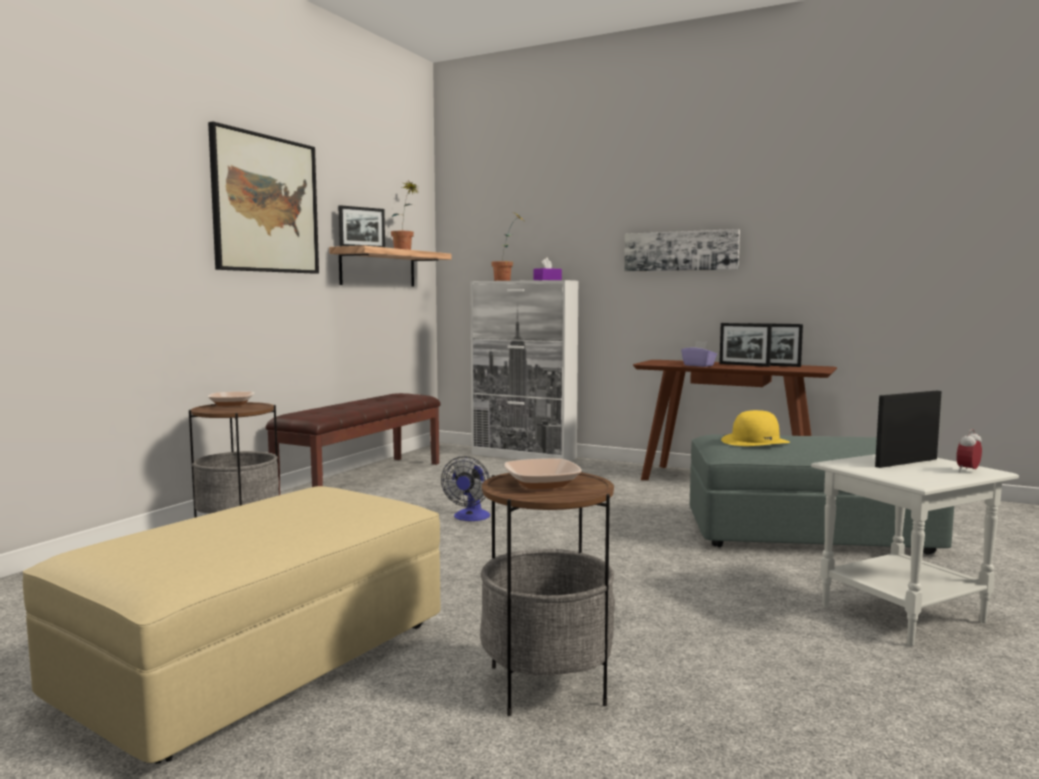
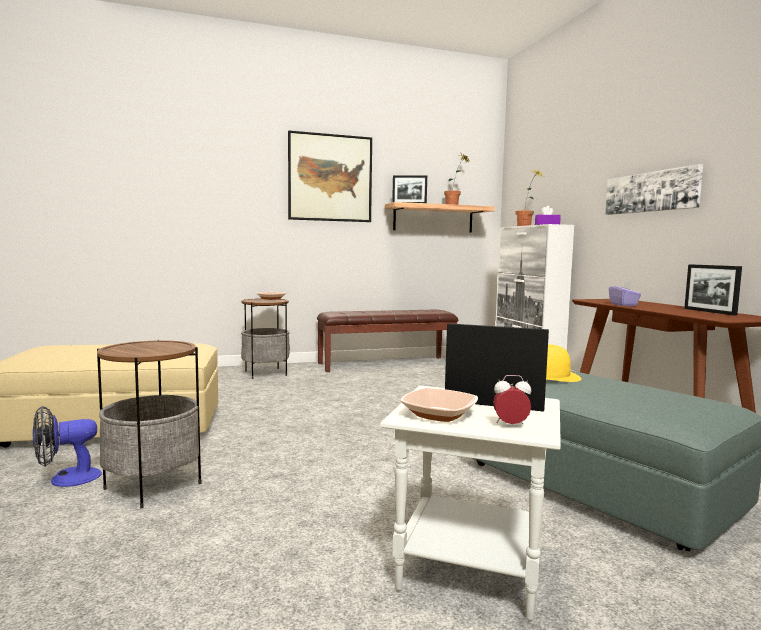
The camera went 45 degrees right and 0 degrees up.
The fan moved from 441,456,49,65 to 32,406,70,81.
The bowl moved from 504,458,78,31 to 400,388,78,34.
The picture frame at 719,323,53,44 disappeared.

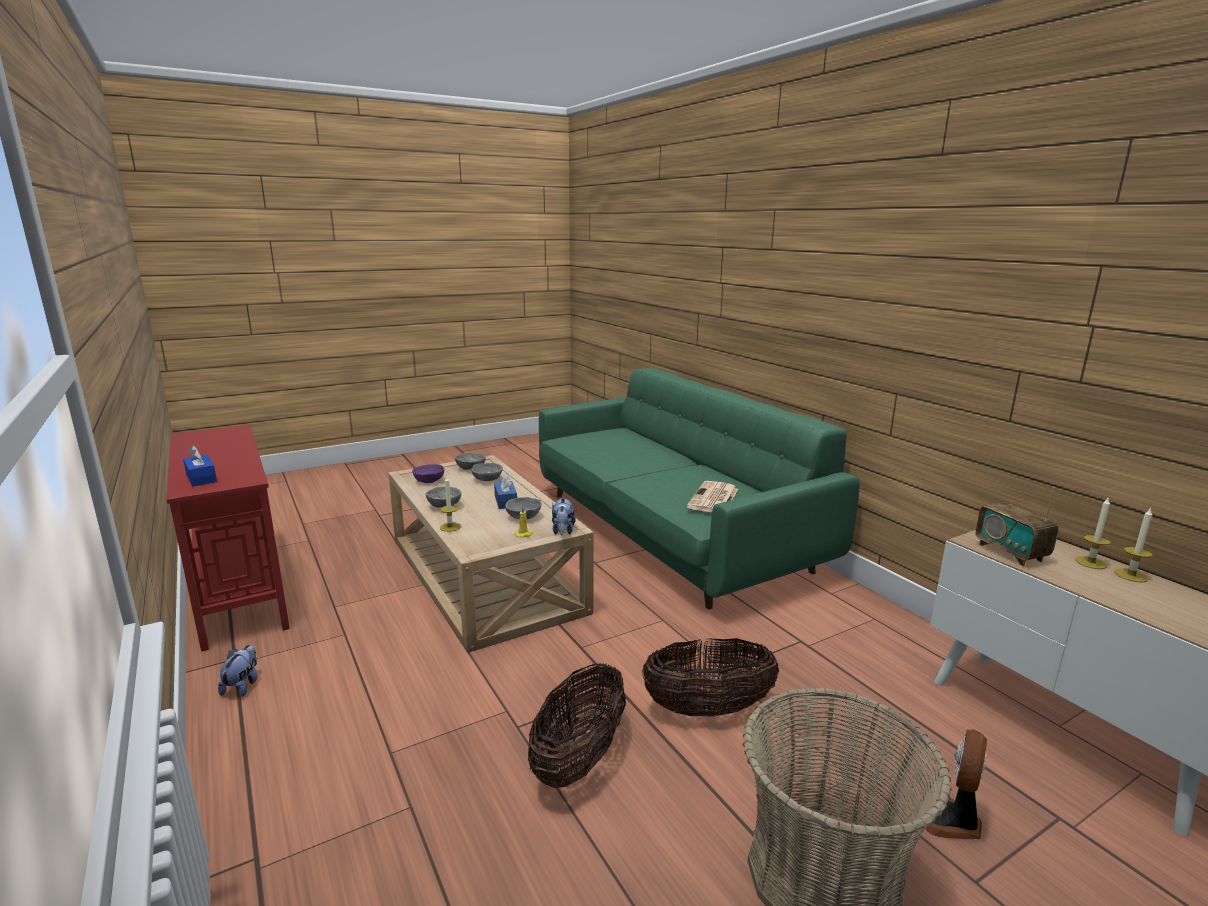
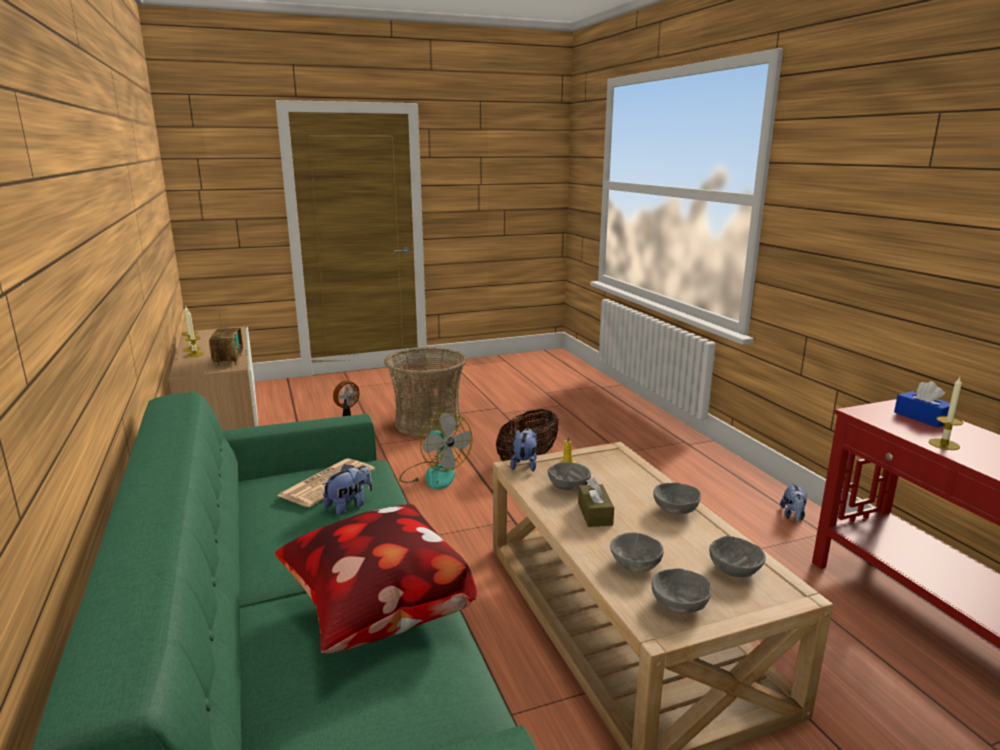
The camera went 170 degrees left and 0 degrees up.
The bowl/purple at 412,464,32,19 became the bowl/grey at 709,536,57,41.
The candle moved from 440,476,21,56 to 929,377,34,73.
The tissue box/blue at 494,474,23,35 became the tissue box/brown at 578,477,36,50.
The basket at 642,638,137,79 was replaced by the fan at 399,411,74,79.
The pillow at 275,504,202,149 appeared.
The plush toy at 322,464,51,52 appeared.

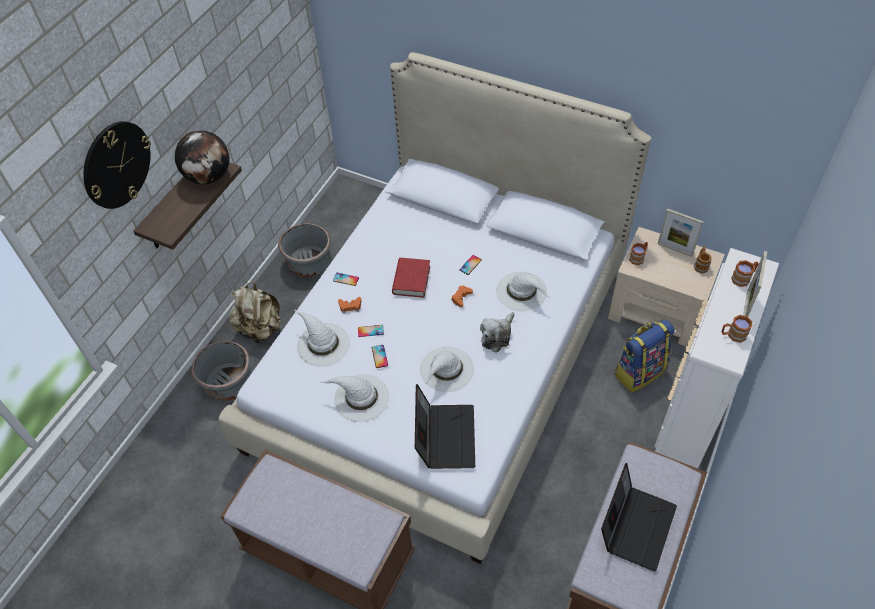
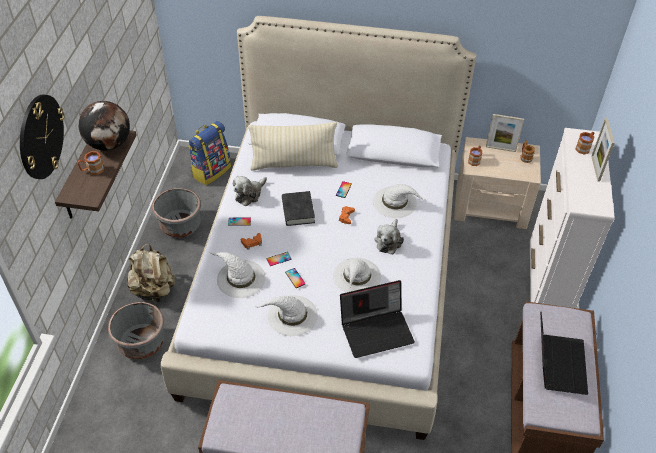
The camera went 20 degrees left and 5 degrees down.
The book/red at 392,258,38,40 became the book/black at 282,191,33,35.
The laptop at 415,384,60,85 turned 90 degrees clockwise.
The backpack moved from 615,319,59,74 to 188,121,43,64.
The mug/brown moved from 722,315,30,28 to 78,151,26,24.
The plush toy at 233,176,34,30 appeared.
The pillow/beige at 248,122,90,48 appeared.

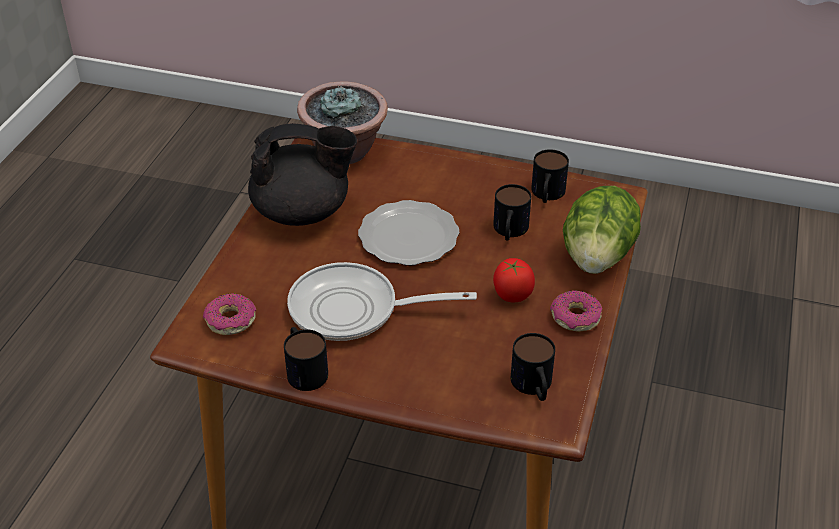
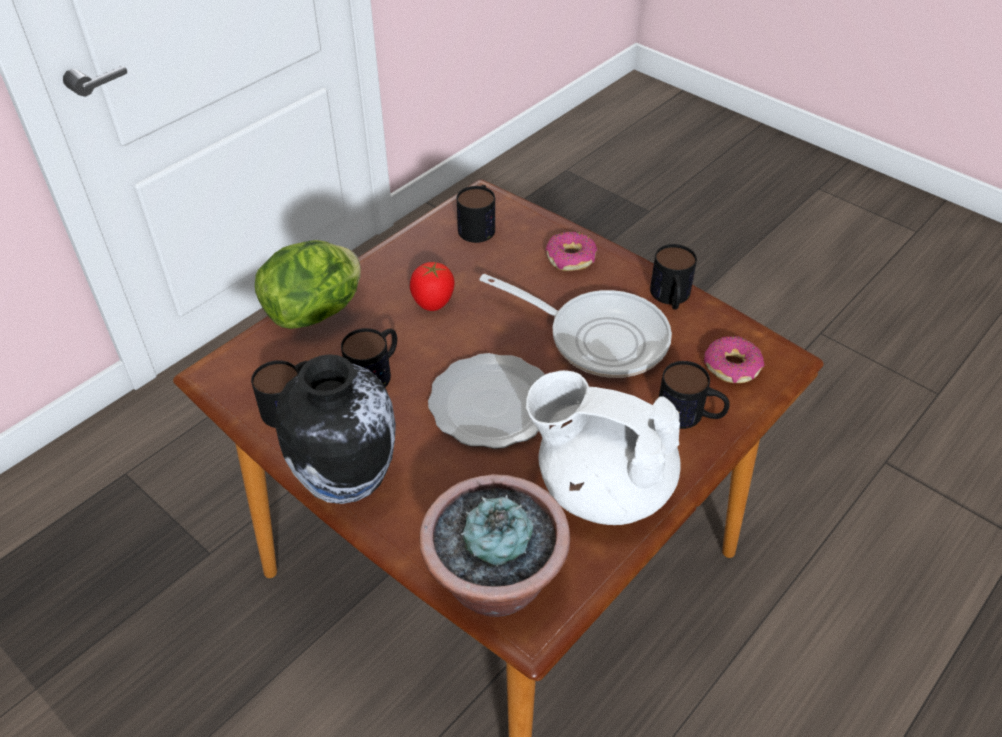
The camera went 155 degrees left and 5 degrees up.
The teapot/black at 248,123,109,103 became the teapot/white at 526,370,155,155.
The donut moved from 550,290,52,42 to 546,231,51,40.
The vase at 274,354,122,150 appeared.
The mug at 659,361,71,68 appeared.

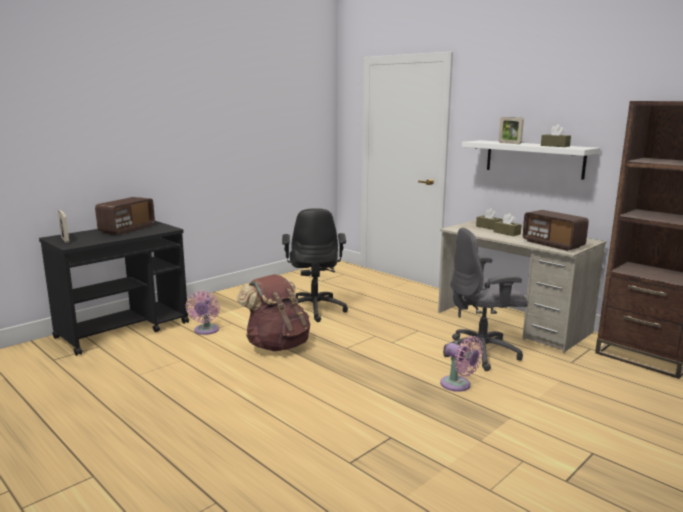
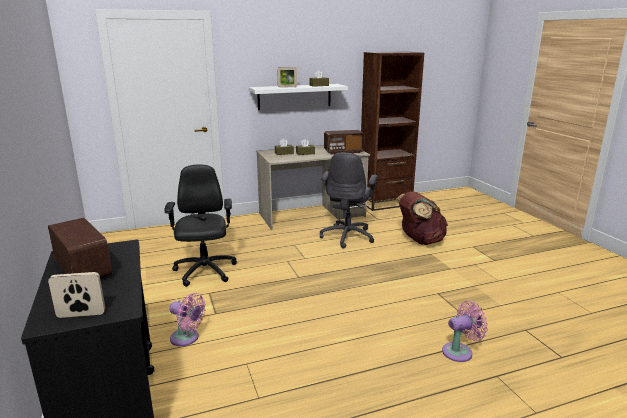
The camera went 65 degrees left and 5 degrees up.
The backpack/brown moved from 237,274,73,77 to 396,191,52,54.
The office chair/black at 282,208,66,114 turned 120 degrees counterclockwise.
The fan/pink moved from 440,336,43,56 to 442,301,46,61.

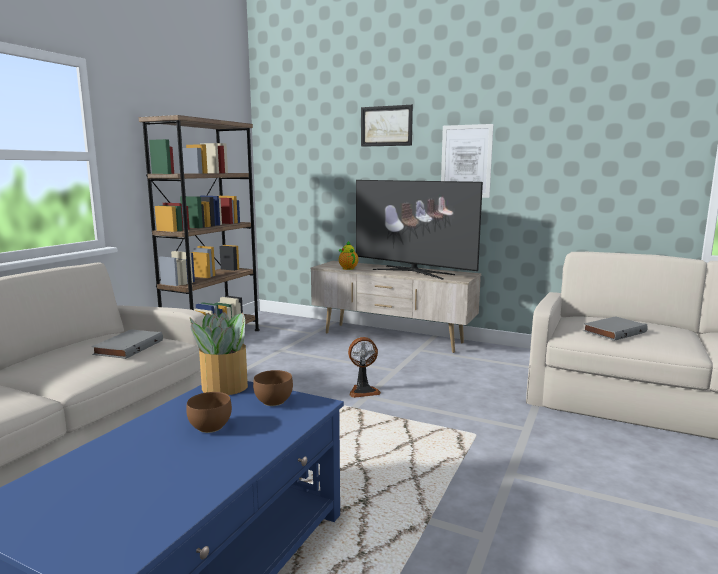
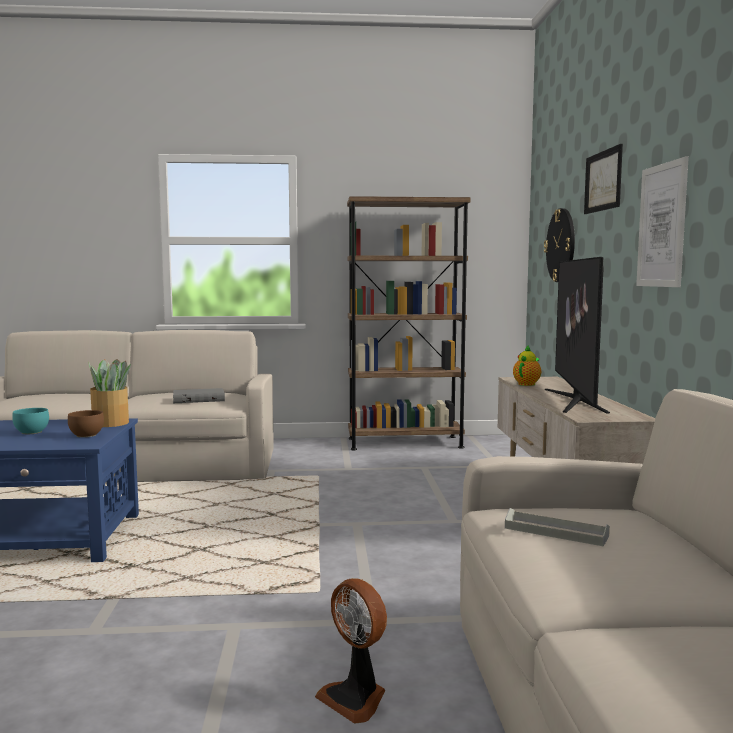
The camera went 60 degrees right and 5 degrees down.
The bowl/brown at 186,392,46,41 became the bowl/turquoise at 12,408,37,26.
The fan moved from 348,337,33,61 to 315,578,72,146.
The book/grey at 583,316,65,25 was replaced by the tray/grey at 505,508,105,39.
The wall clock at 544,208,31,74 appeared.

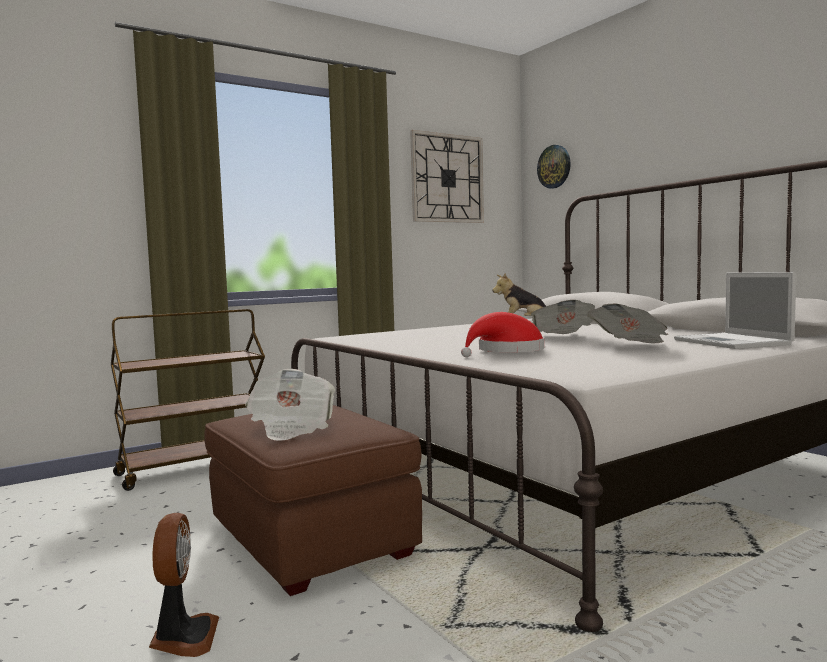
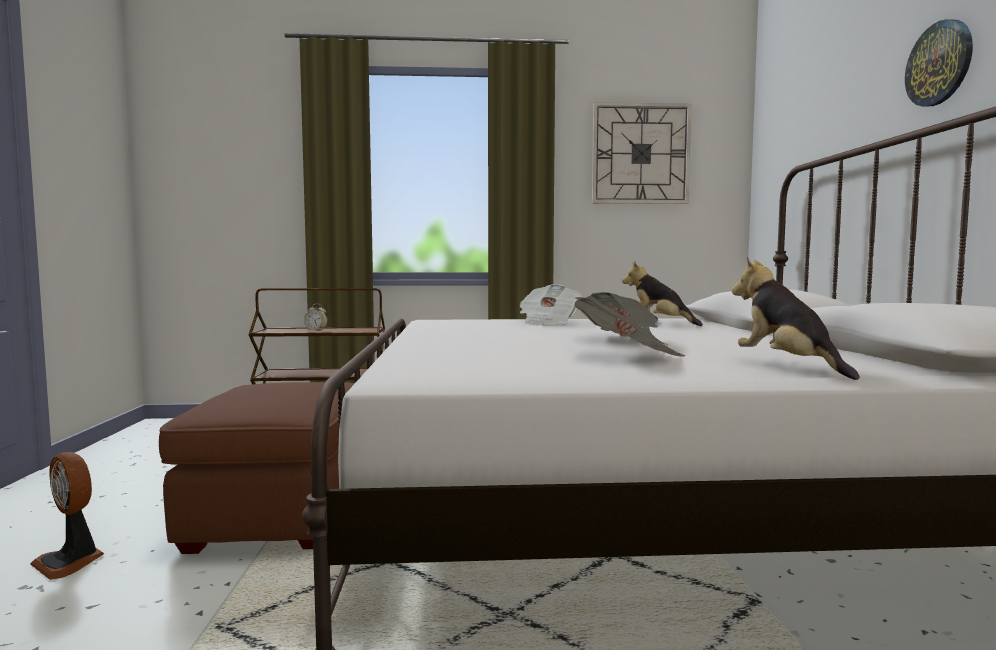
The camera went 30 degrees right and 0 degrees up.
The fan at 149,513,70,144 turned 105 degrees clockwise.
The newspaper moved from 245,369,90,72 to 519,284,64,42.
The hat/red at 461,312,83,45 disappeared.
The wall clock moved from 537,145,34,44 to 905,19,68,88.
The laptop at 674,272,122,77 was replaced by the plush toy at 732,256,128,124.
The alarm clock at 304,304,24,27 appeared.

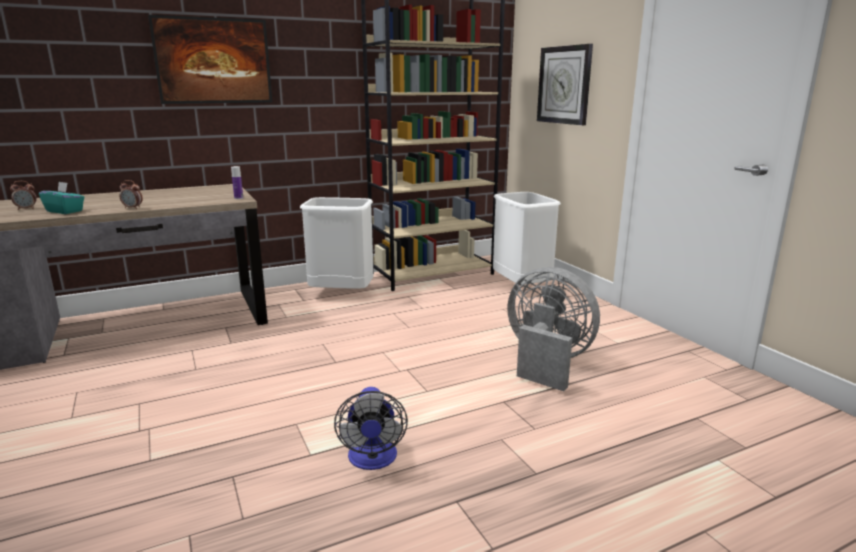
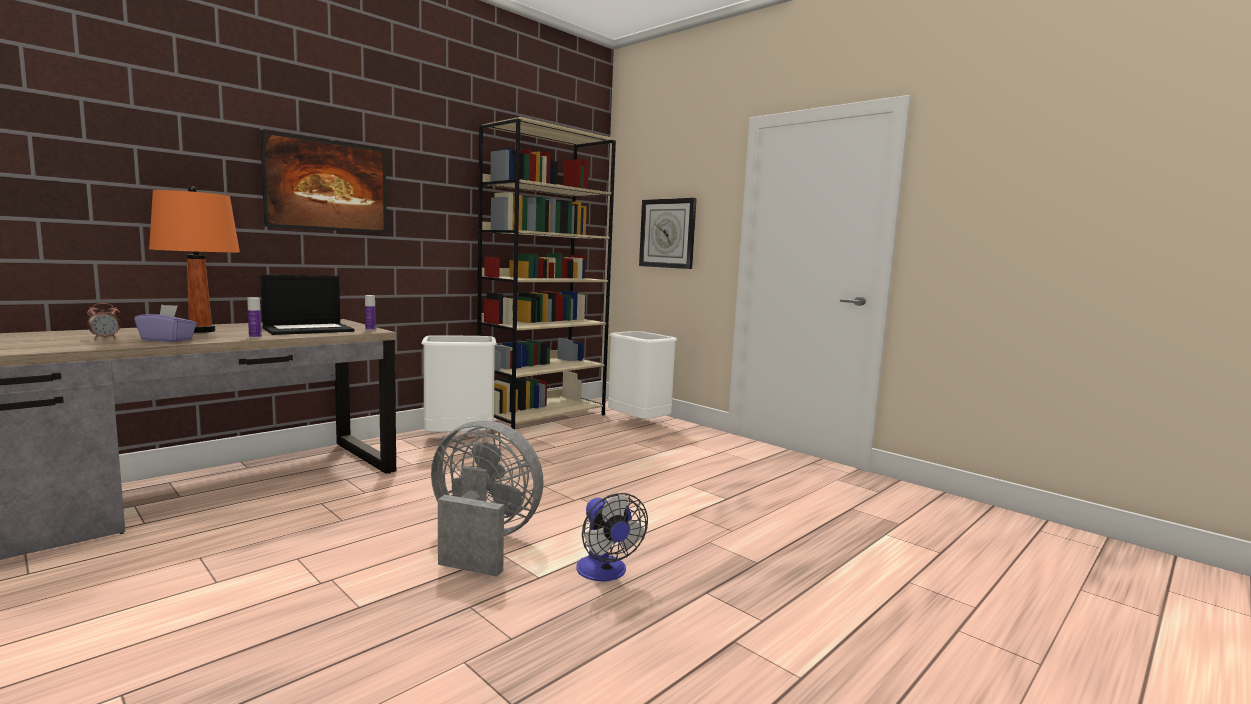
The camera went 20 degrees left and 10 degrees down.
The tissue box/turquoise at 39,182,46,32 became the tissue box/purple at 134,304,63,38.
The alarm clock at 119,180,24,29 was replaced by the bottle at 247,297,15,41.
The fan/grey moved from 507,267,93,124 to 431,421,113,156.
The table lamp/orange at 149,186,91,147 appeared.
The laptop at 260,275,94,60 appeared.

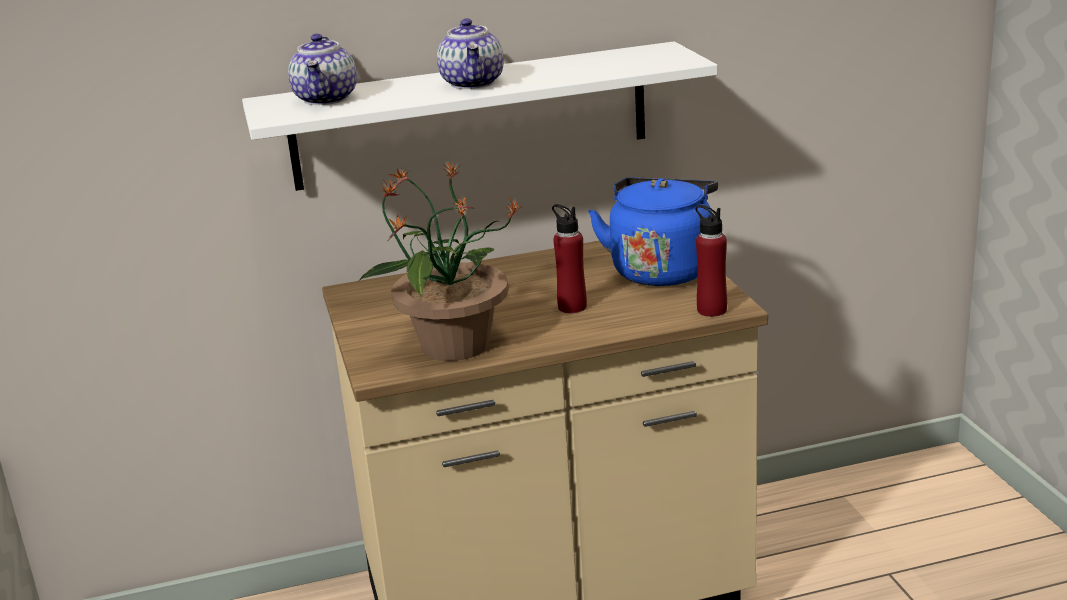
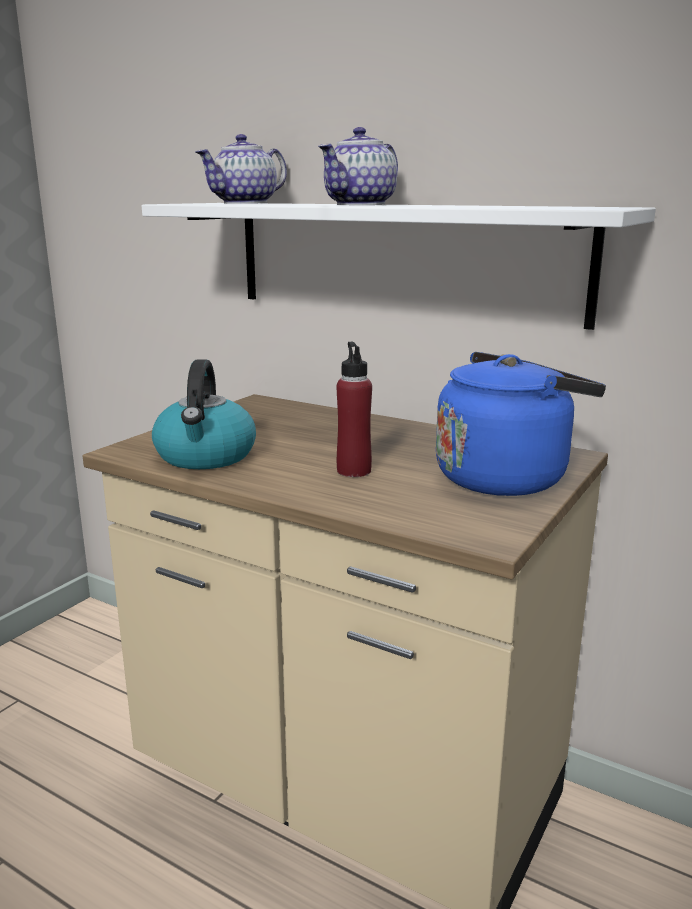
The camera went 45 degrees right and 5 degrees down.
The potted plant at 359,162,164,199 was replaced by the kettle at 152,359,104,110.
The bottle/red at 695,205,32,112 disappeared.

